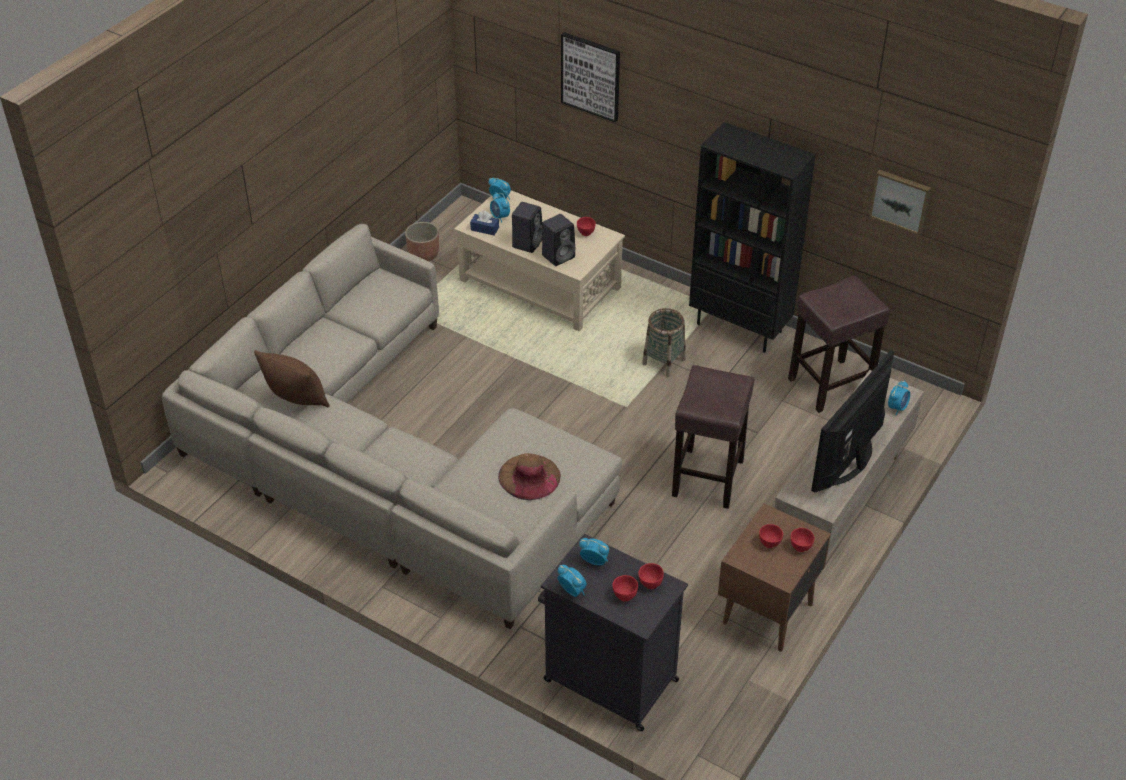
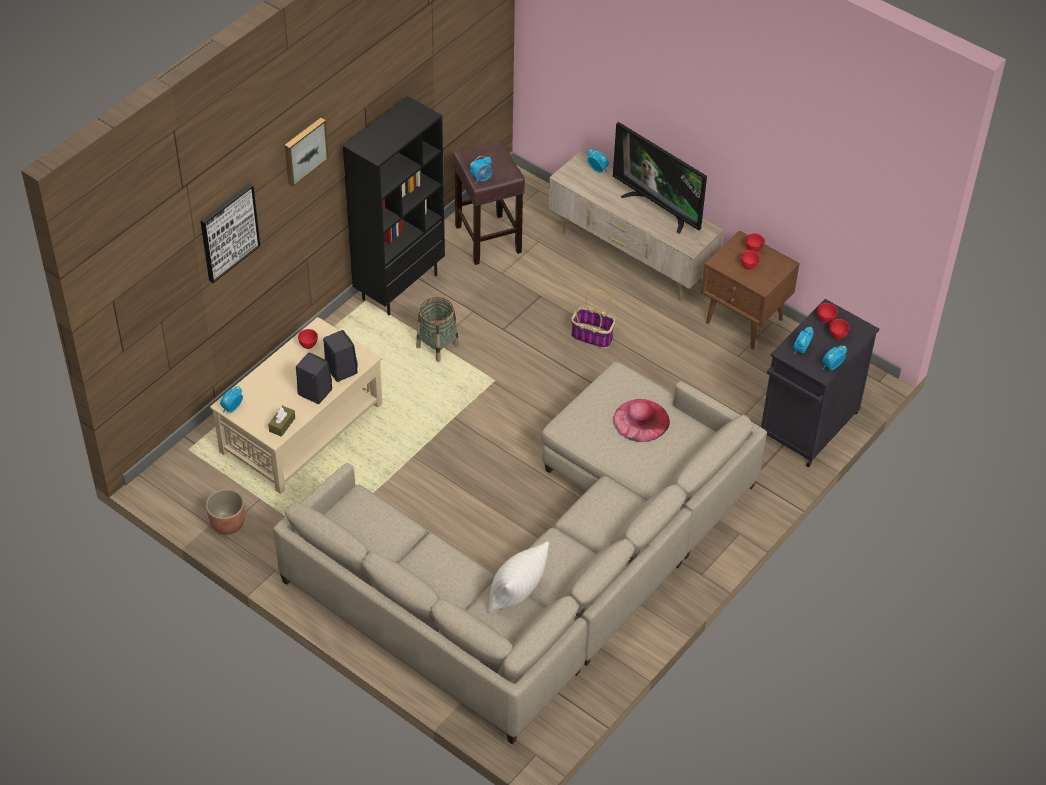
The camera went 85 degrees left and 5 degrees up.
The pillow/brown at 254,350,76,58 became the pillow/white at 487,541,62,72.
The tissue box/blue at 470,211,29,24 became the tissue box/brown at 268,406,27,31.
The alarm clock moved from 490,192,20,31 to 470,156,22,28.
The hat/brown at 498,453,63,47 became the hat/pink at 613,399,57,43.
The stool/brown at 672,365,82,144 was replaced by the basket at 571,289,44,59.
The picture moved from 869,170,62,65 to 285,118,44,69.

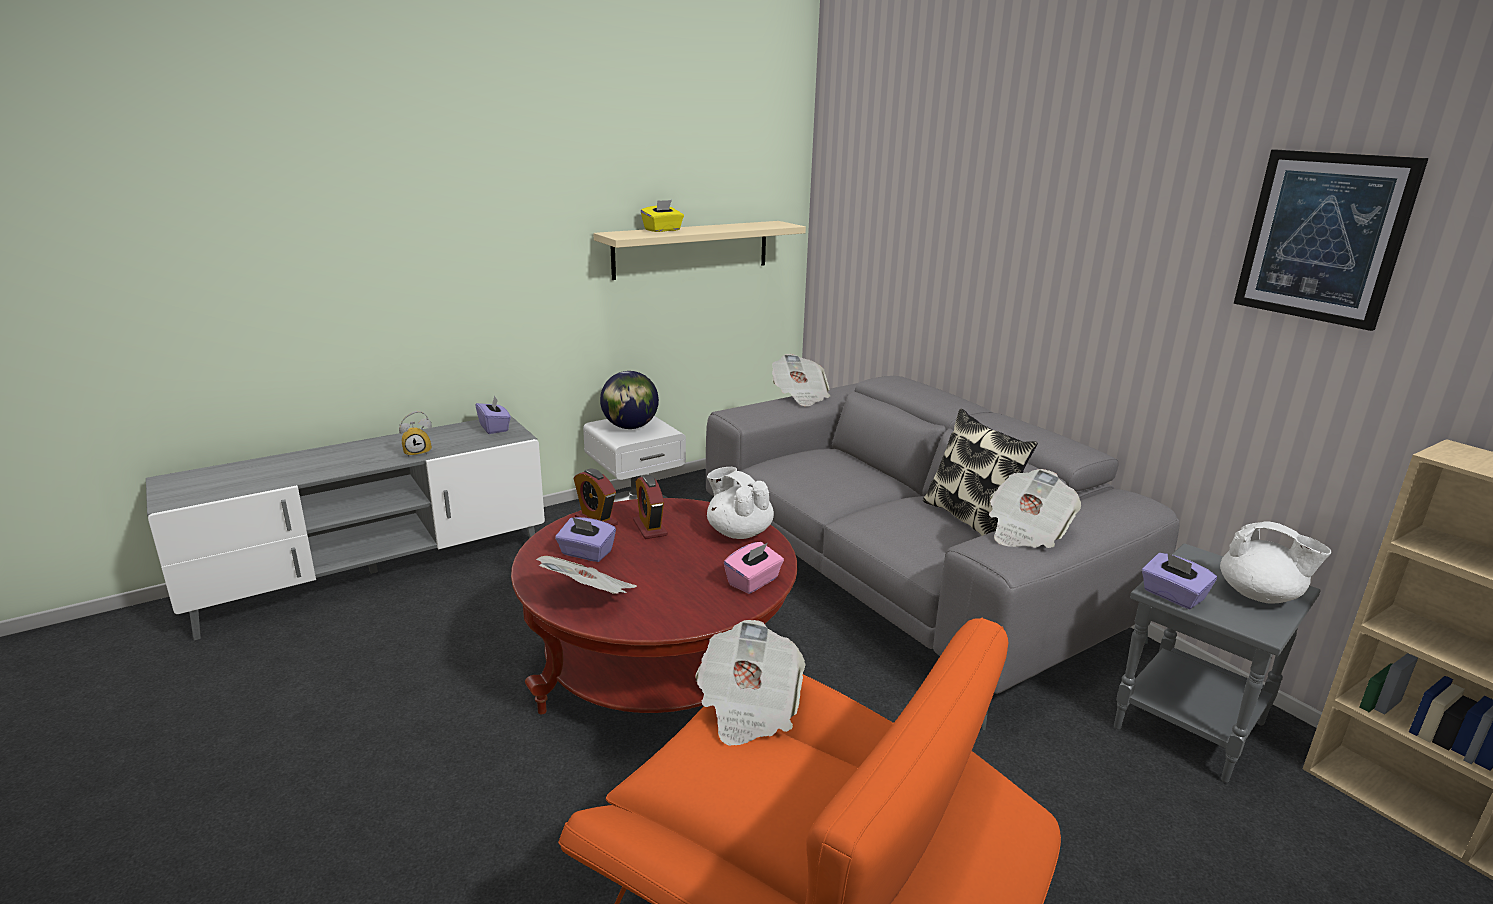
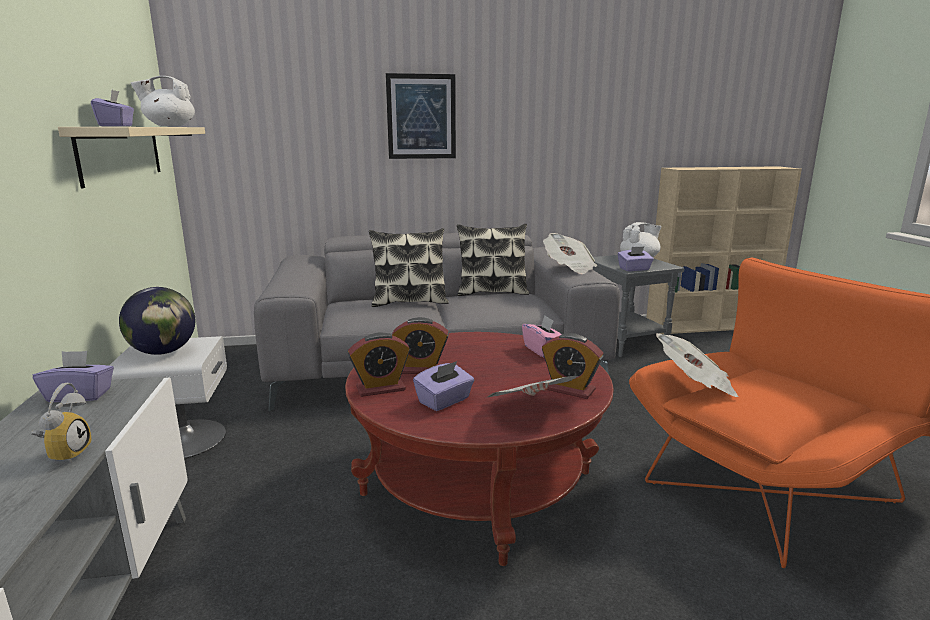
The camera went 65 degrees left and 5 degrees down.
The tissue box/yellow at 641,200,43,32 became the tissue box/purple at 91,90,43,37.
The teapot/white moved from 707,467,67,72 to 131,76,64,51.
The newspaper at 772,354,58,53 disappeared.
The picture moved from 1234,149,195,182 to 386,73,70,86.
The pillow at 369,228,80,79 appeared.
The alarm clock at 542,333,61,66 appeared.

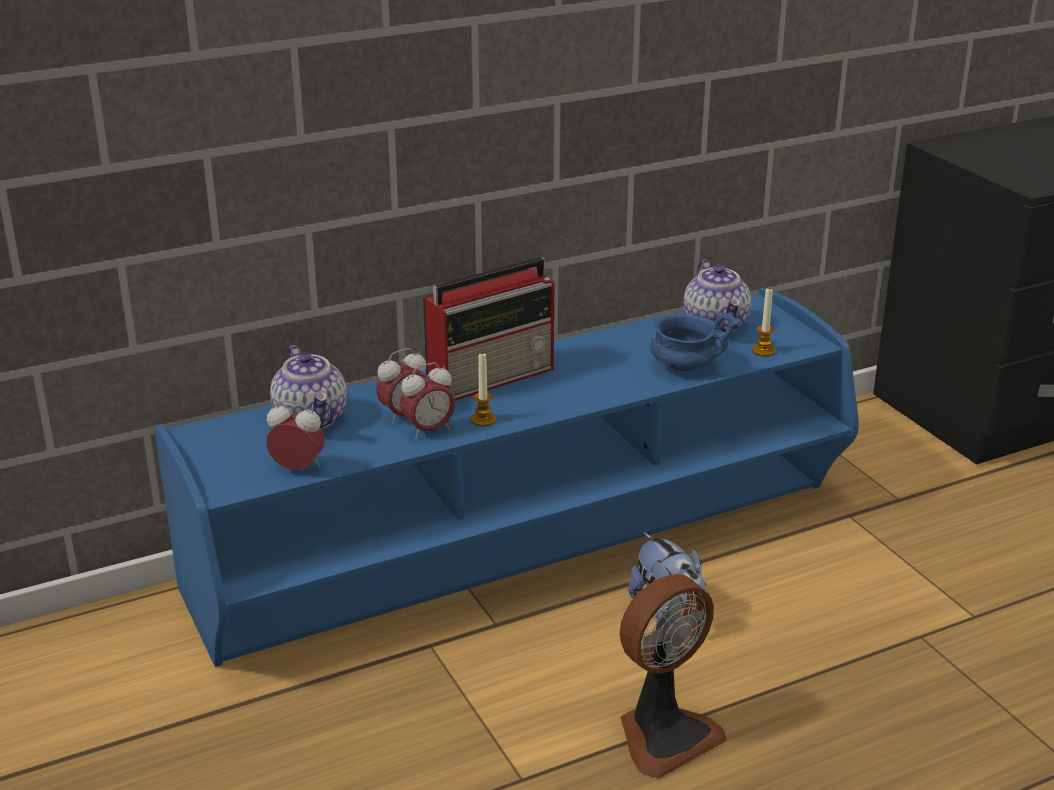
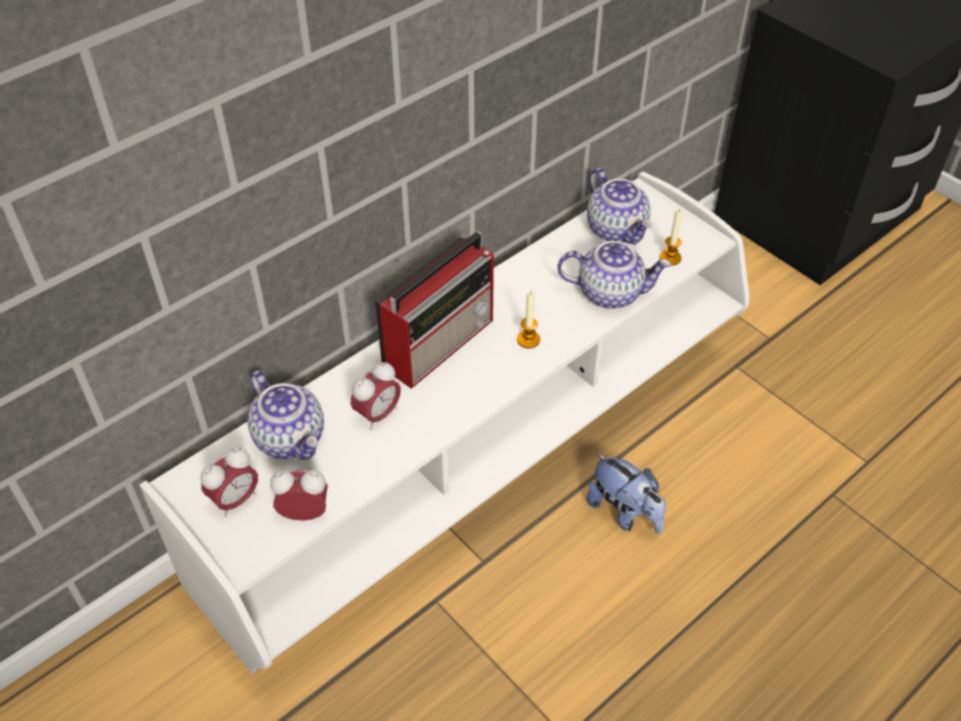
The camera went 15 degrees left and 20 degrees up.
The tv stand/blue at 154,288,705,379 became the tv stand/white at 140,172,609,502.
The alarm clock moved from 400,362,55,77 to 200,447,58,70.
The candle moved from 471,352,25,74 to 517,291,23,57.
The fan at 619,574,108,204 disappeared.
The bowl/blue at 650,313,92,58 was replaced by the teapot at 557,241,114,68.

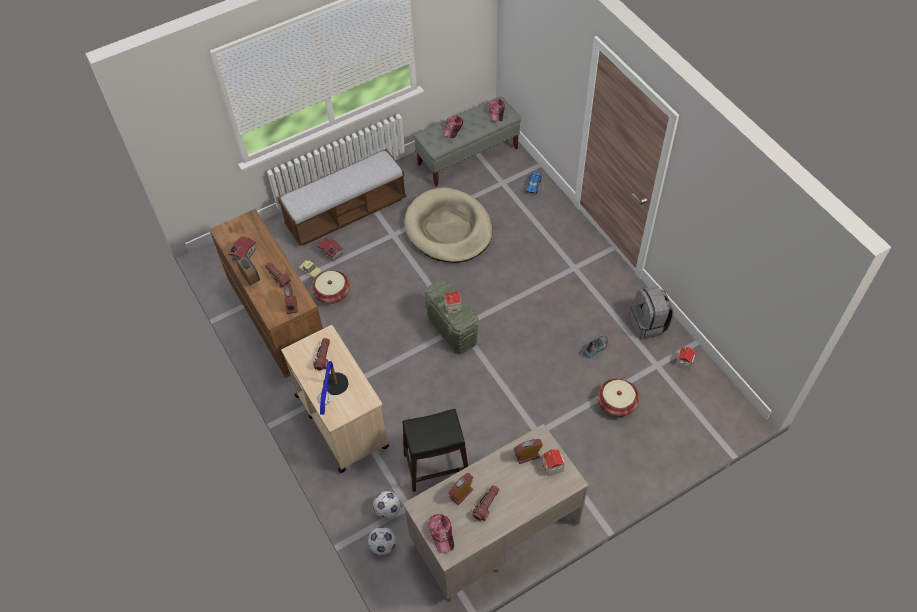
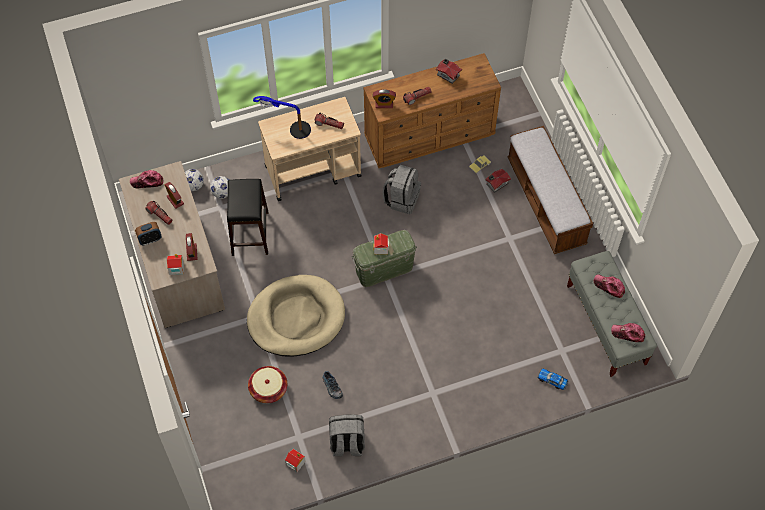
The camera went 100 degrees right and 5 degrees up.
The alarm clock moved from 236,256,24,29 to 135,222,27,23.
The basket at 312,270,38,34 disappeared.
The dog bed/beige moved from 404,187,88,76 to 247,275,98,82.
The backpack/grey at 383,165,38,49 appeared.

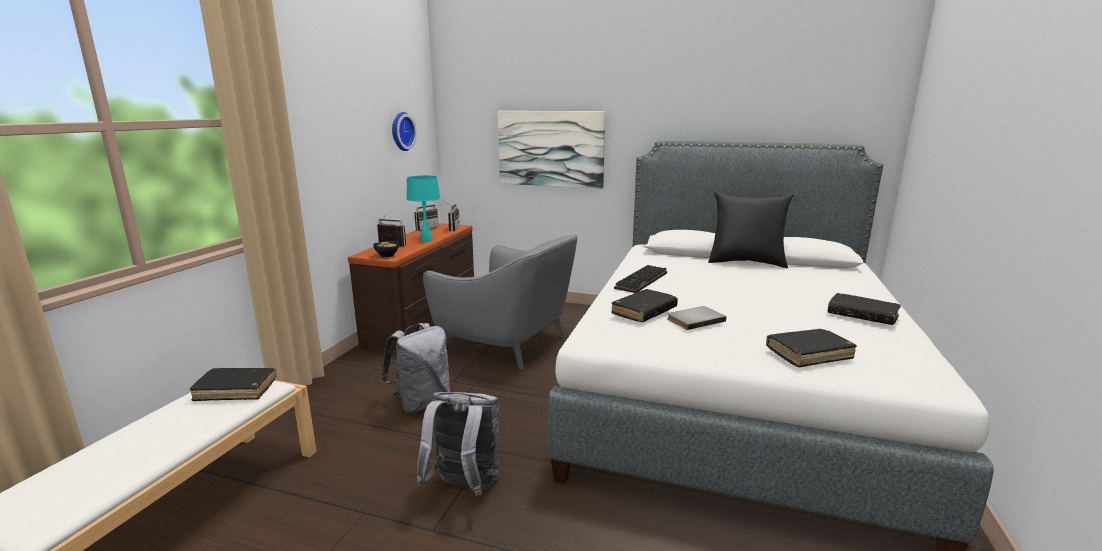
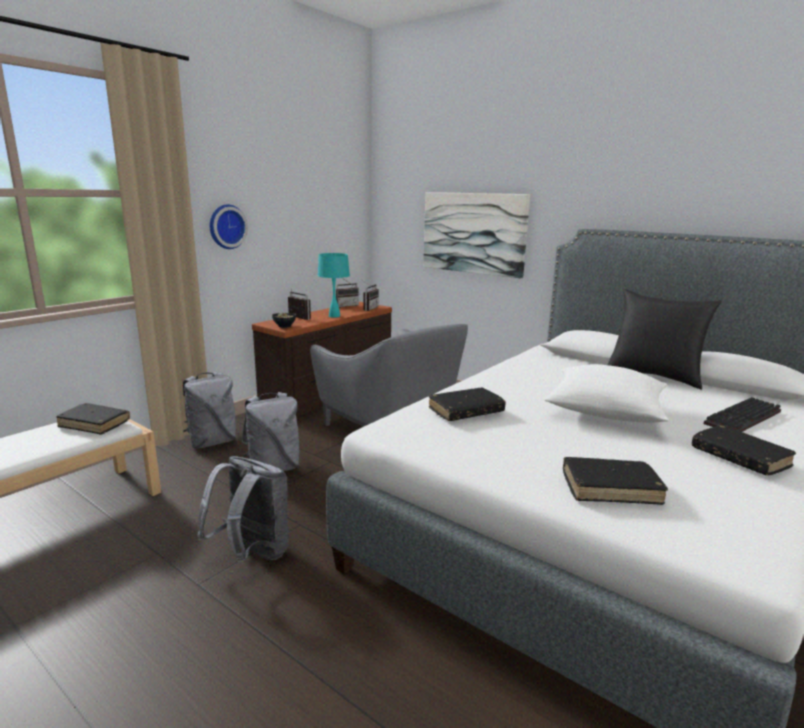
The camera went 20 degrees right and 0 degrees up.
The wall clock moved from 392,112,25,39 to 210,204,38,45.
The keyboard moved from 614,265,53,28 to 704,397,77,35.
The book/grey at 667,306,59,24 disappeared.
The backpack/grey at 183,372,53,77 appeared.
The pillow/white at 545,364,124,59 appeared.

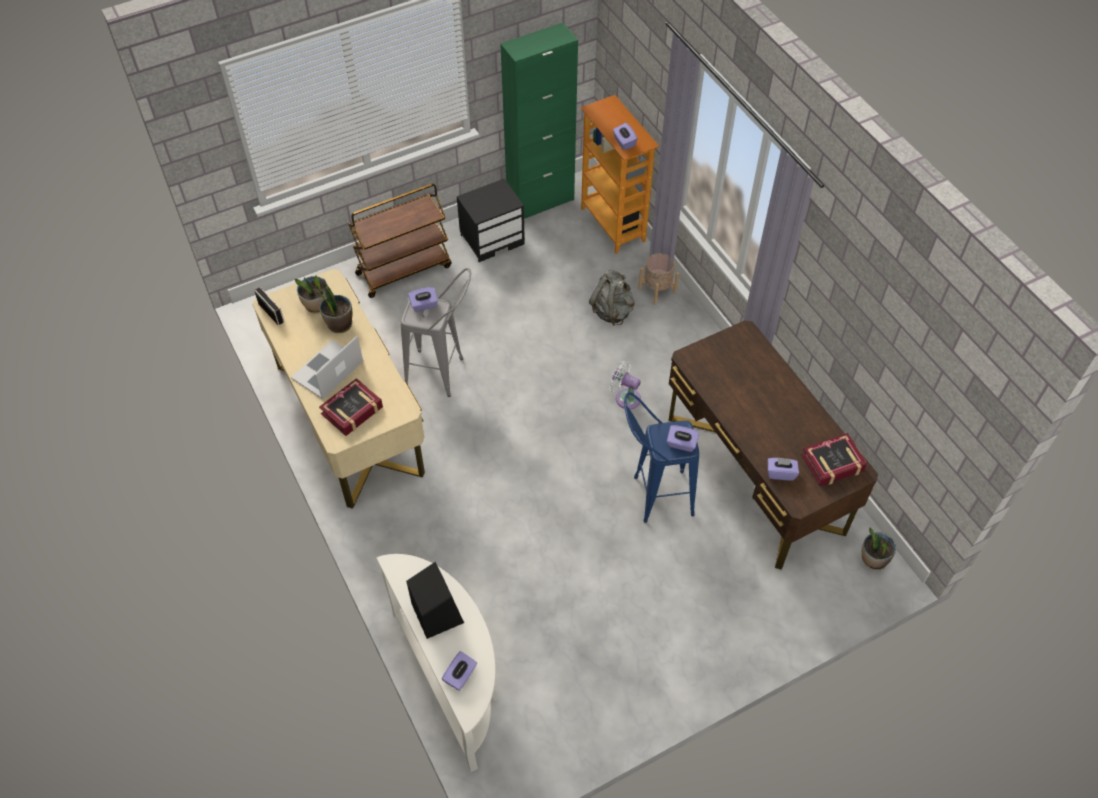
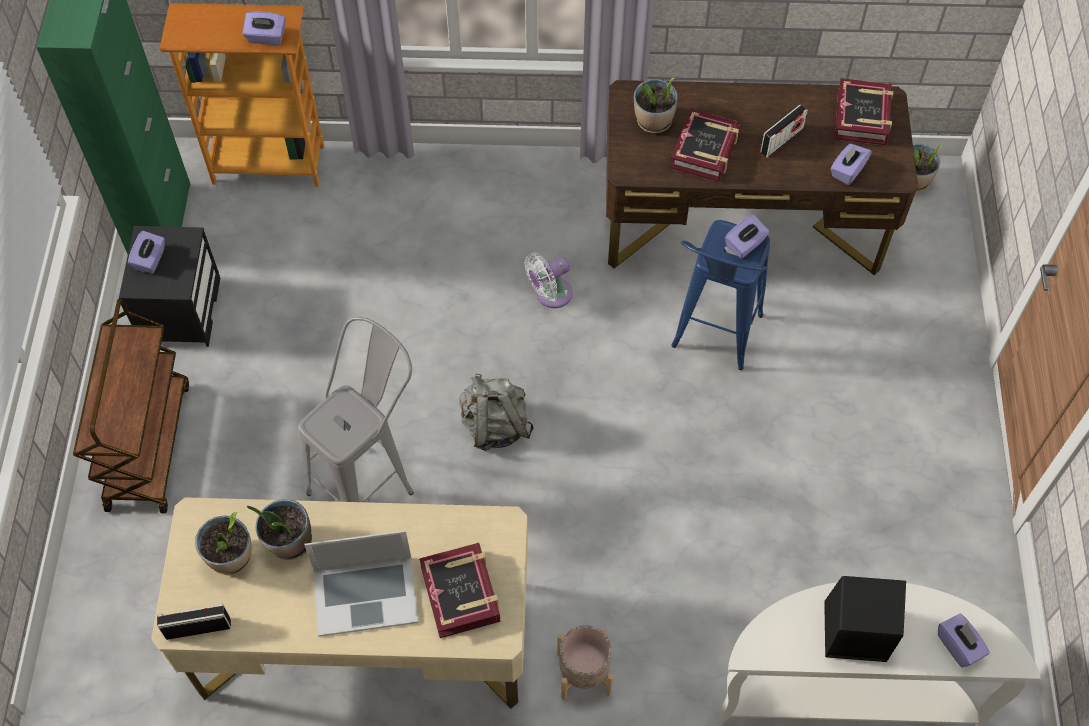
The camera went 60 degrees left and 5 degrees up.
The laptop at 291,336,72,63 turned 75 degrees counterclockwise.
The tissue box/purple moved from 408,287,30,25 to 128,231,37,42.
The backpack/grey moved from 589,270,46,56 to 459,374,75,77.
The planter/beige moved from 638,253,41,52 to 557,625,56,75.
The potted plant at 634,77,44,56 appeared.
The book at 670,108,70,74 appeared.
The radio at 760,104,48,54 appeared.

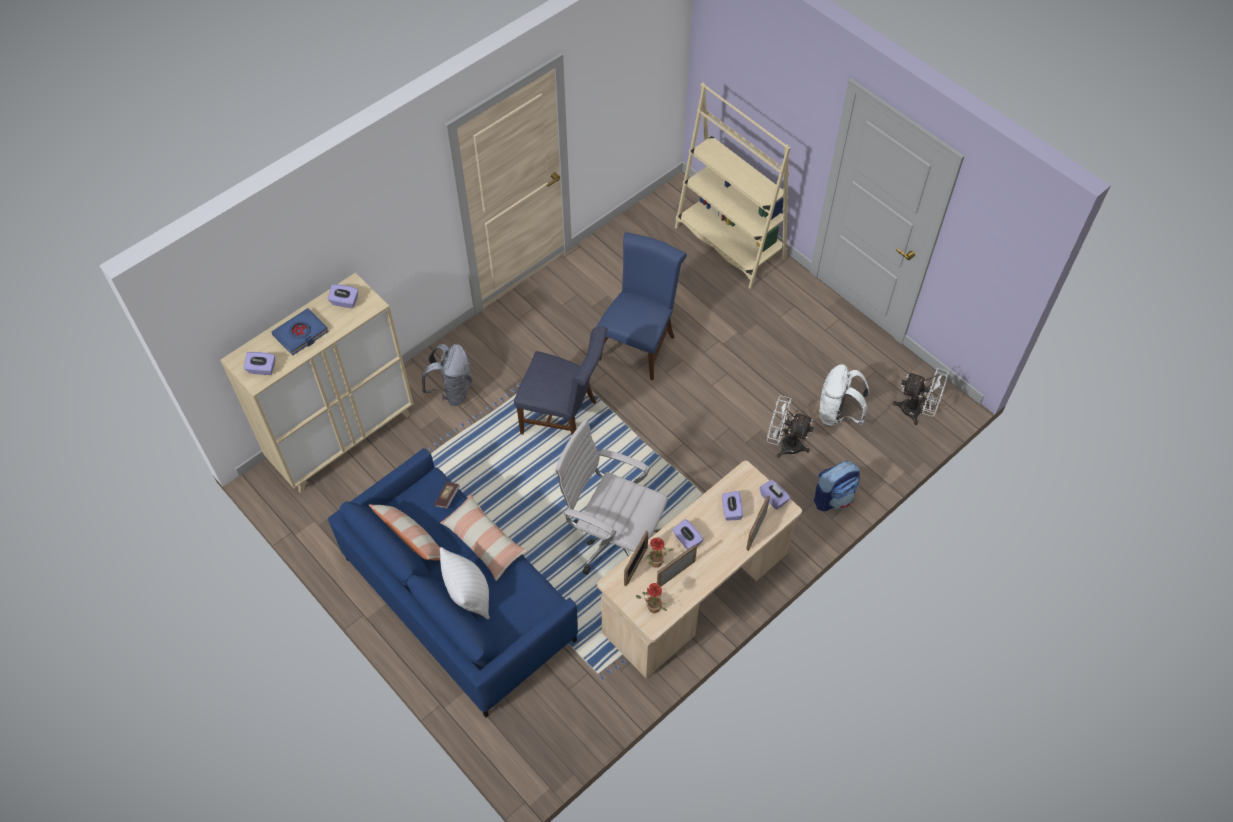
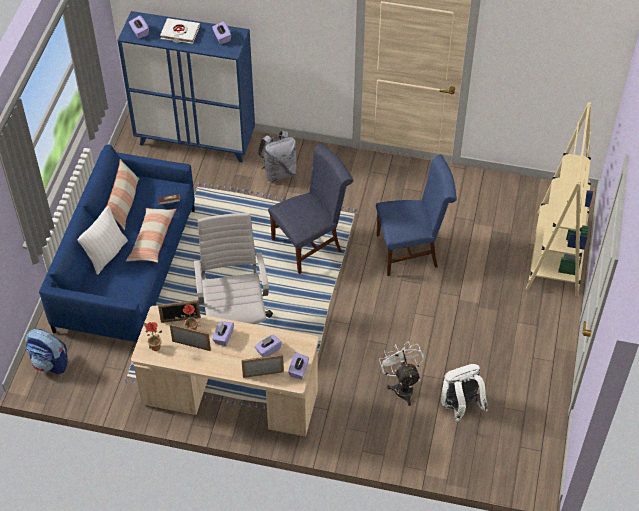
The camera went 55 degrees right and 5 degrees down.
The cabinet/beige at 221,273,193,220 became the cabinet/blue at 117,11,138,151.
The book/blue at 271,308,58,48 became the book/white at 160,18,40,26.
The chair/blue at 514,326,93,109 turned 105 degrees counterclockwise.
The backpack moved from 814,461,46,50 to 25,329,43,46.
The fan/white at 893,367,56,58 disappeared.

